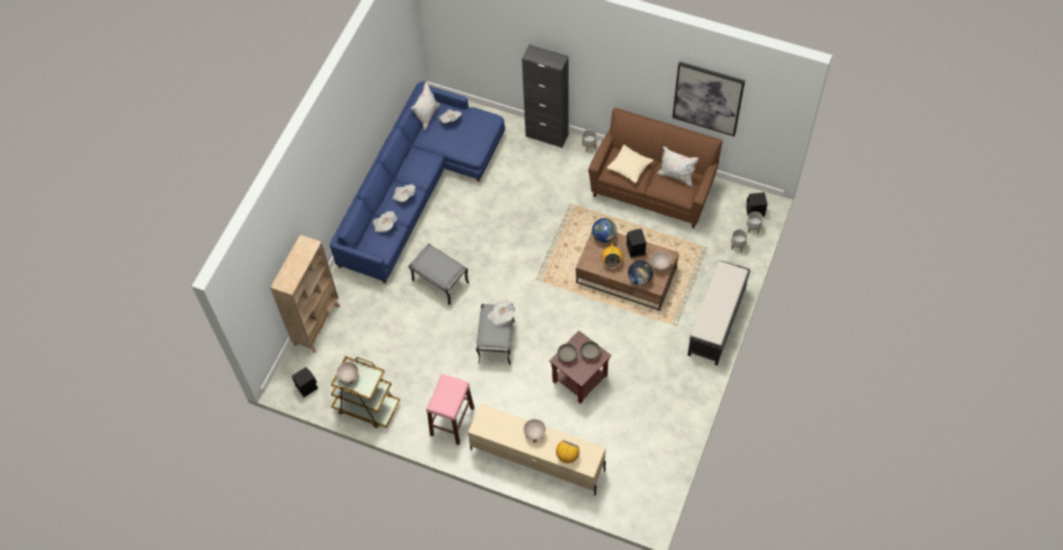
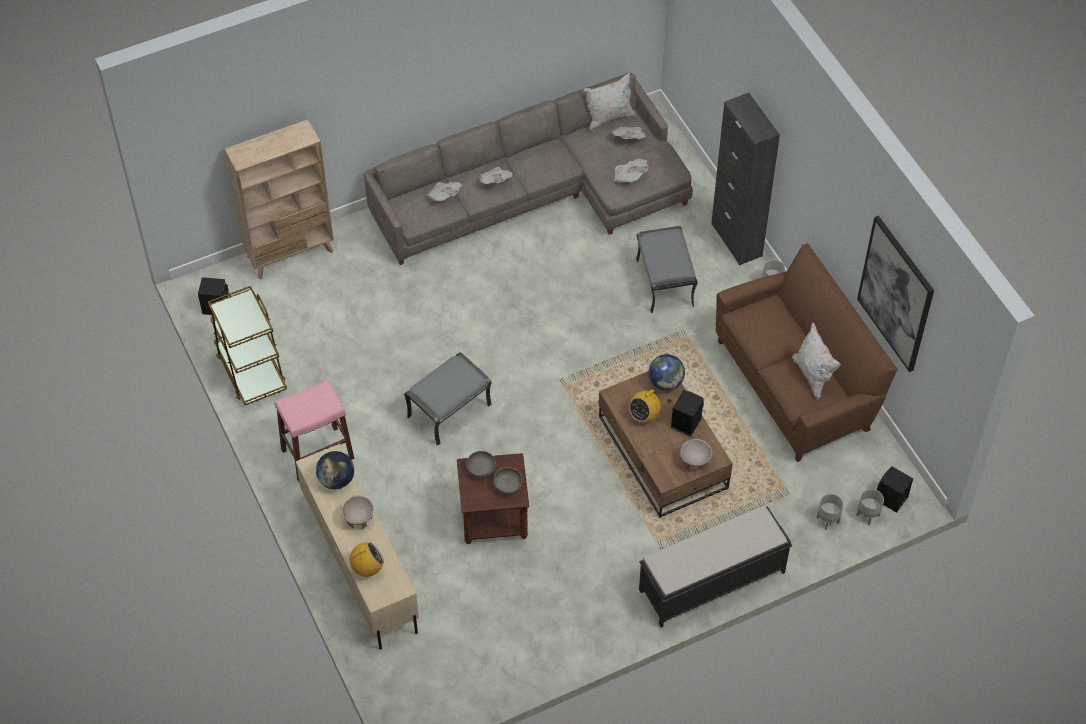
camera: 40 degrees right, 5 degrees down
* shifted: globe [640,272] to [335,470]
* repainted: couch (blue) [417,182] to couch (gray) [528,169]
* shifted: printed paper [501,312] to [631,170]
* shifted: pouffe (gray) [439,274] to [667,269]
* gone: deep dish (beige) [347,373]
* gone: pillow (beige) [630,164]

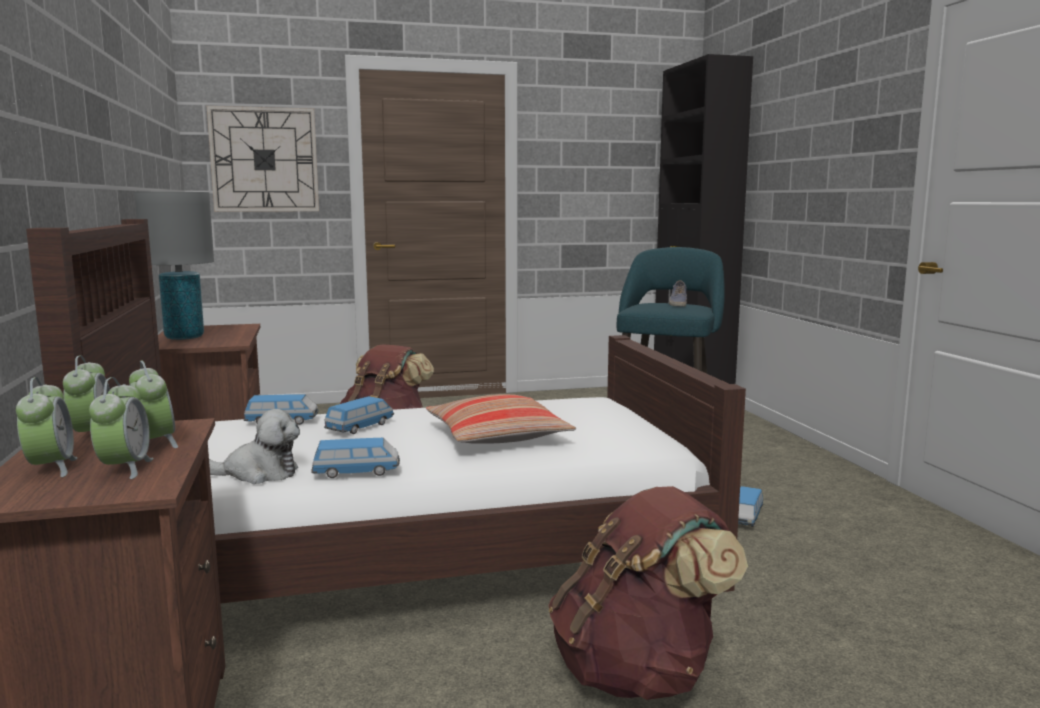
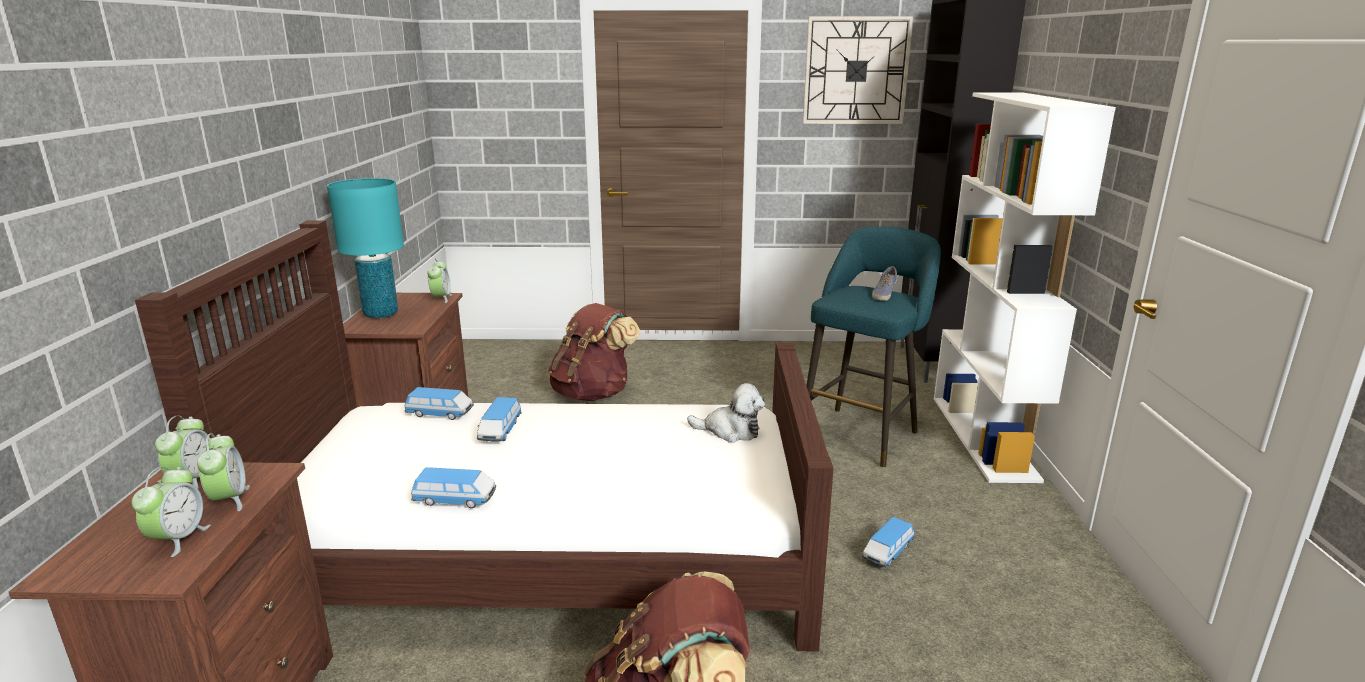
camera: 15 degrees right, 10 degrees up
* repainted: lamp for a table (gray) [174,266] to lamp for a table (turquoise-coloured) [365,248]
* shifted: table clock [47,427] to [439,280]
* rotated: miniature car [359,415] = [499,419] 135 degrees clockwise
* shifted: plush toy [254,446] to [726,413]
* shifted: wall clock [263,159] to [858,70]
* new: bookcase (white-coloured) [1025,288]
* gone: pillow [501,419]

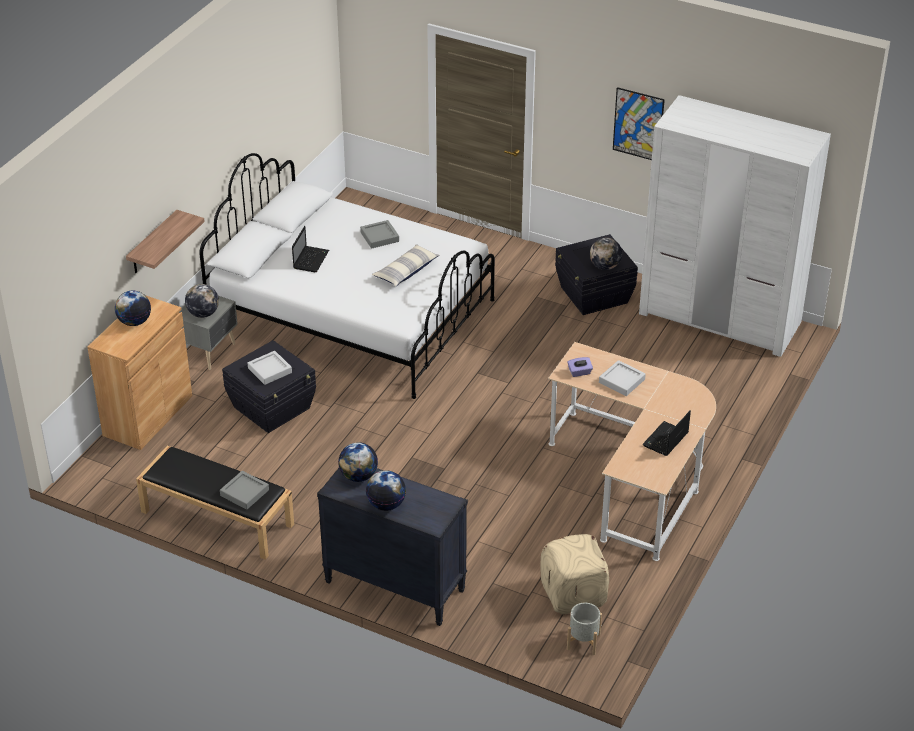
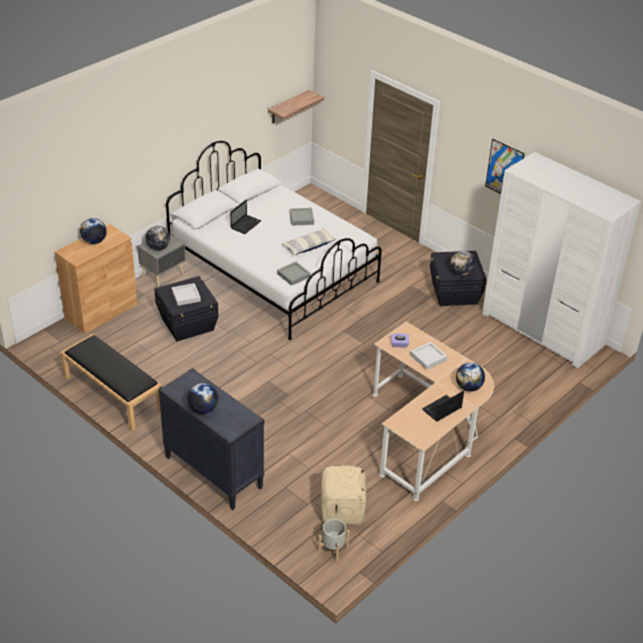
camera: 15 degrees right, 0 degrees up
* shifted: bracket shelf [165,241] to [296,106]
* shifted: tray (gray) [244,490] to [293,273]
* shifted: globe [358,462] to [470,377]

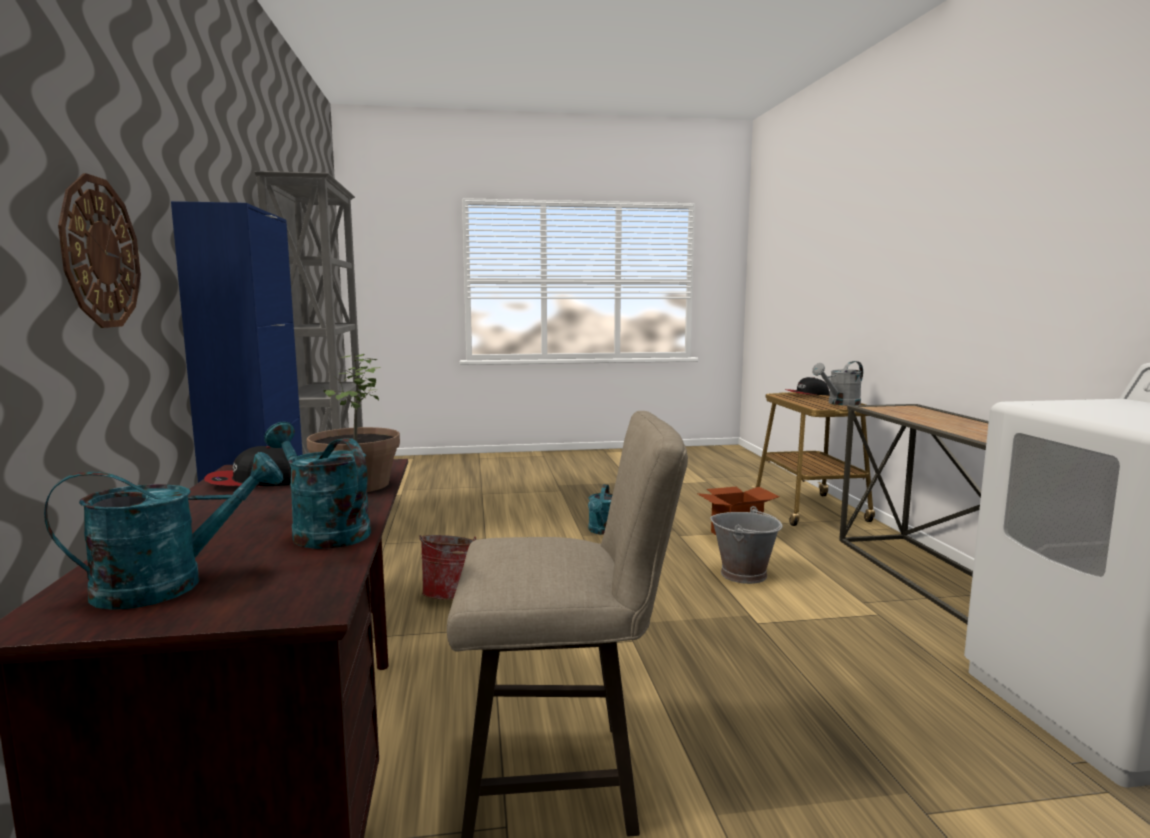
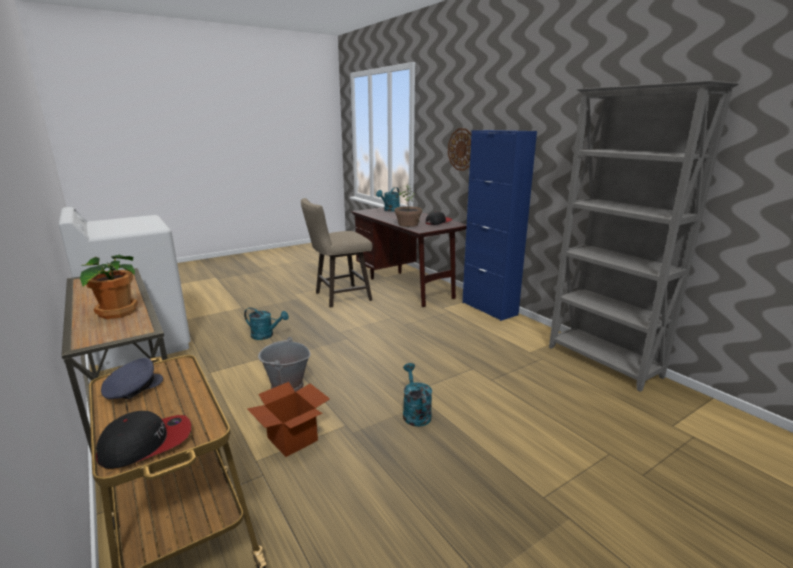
camera: 155 degrees right, 10 degrees up
* new: potted plant [109,287]
* swapped: watering pot (gray) [837,383] to baseball cap (gray) [132,378]
* shifted: watering pot (turquoise-coloured) [317,485] to [266,323]
* gone: pail [448,567]

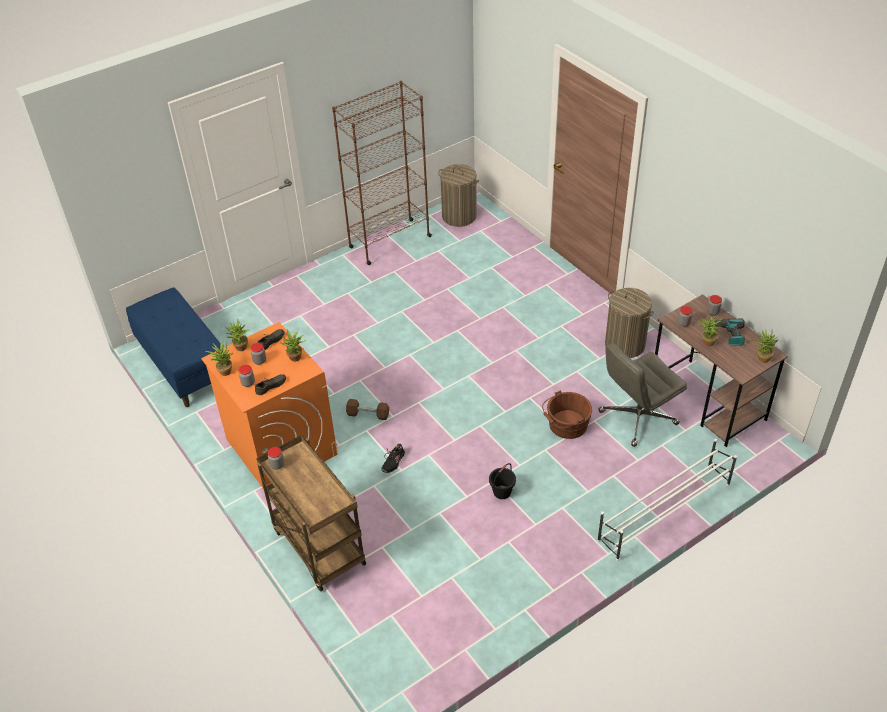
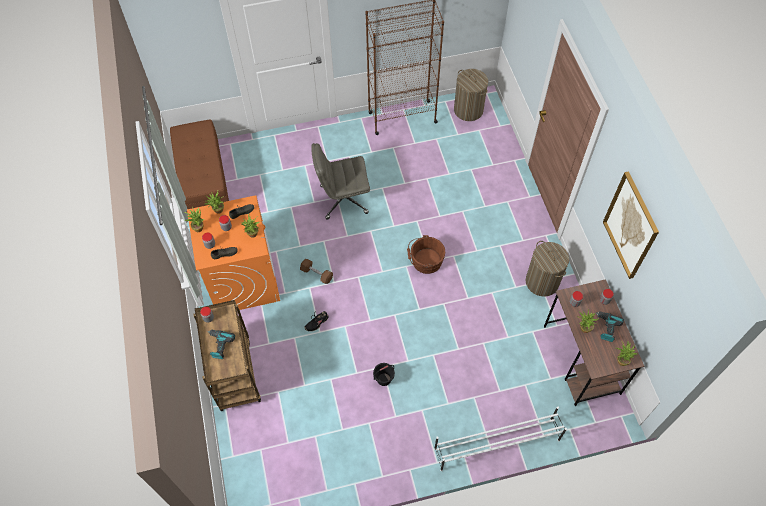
camera: 20 degrees right, 15 degrees up
* repainted: bench (blue) [173,347] to bench (brown-coloured) [199,167]
* new: power drill [221,344]
* shifted: desk chair (gray) [642,395] to [341,181]
* shifted: pail (brown-coloured) [567,414] to [426,254]
* new: wall picture [631,225]

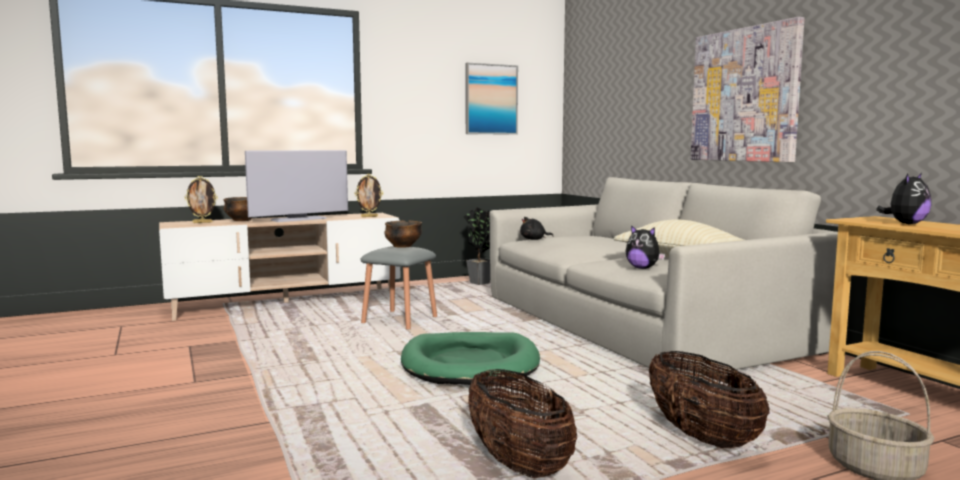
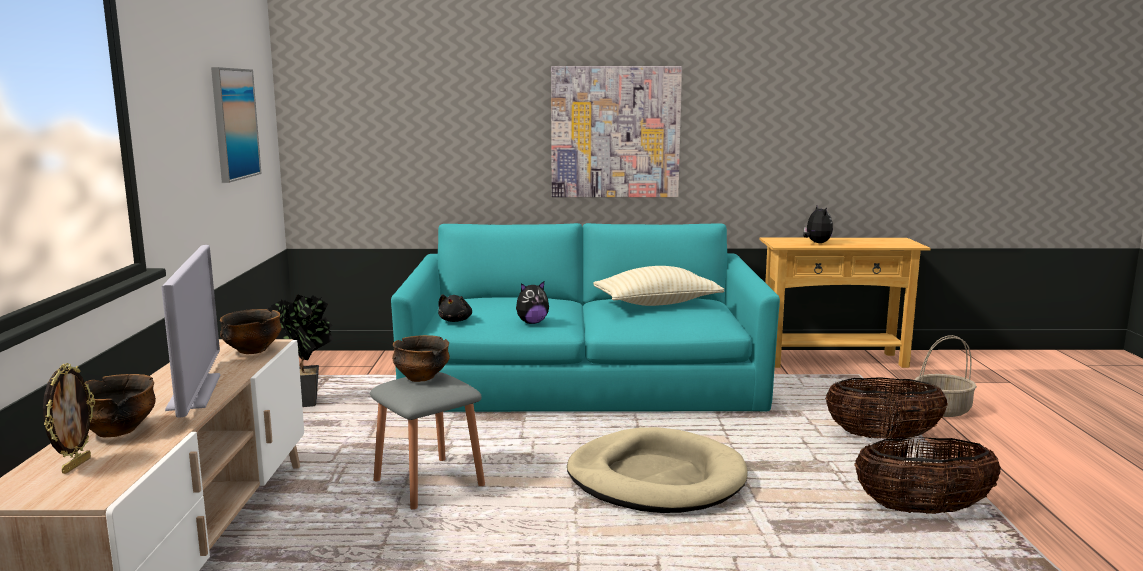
camera: 65 degrees left, 5 degrees up
* swapped: standing frame [369,195] to deep dish [251,331]
* repainted: couch (gray) [663,279] to couch (turquoise-coloured) [585,317]
* shifted: plush toy [645,247] to [532,302]
* repainted: pet bed (green) [470,358] to pet bed (beige) [657,470]

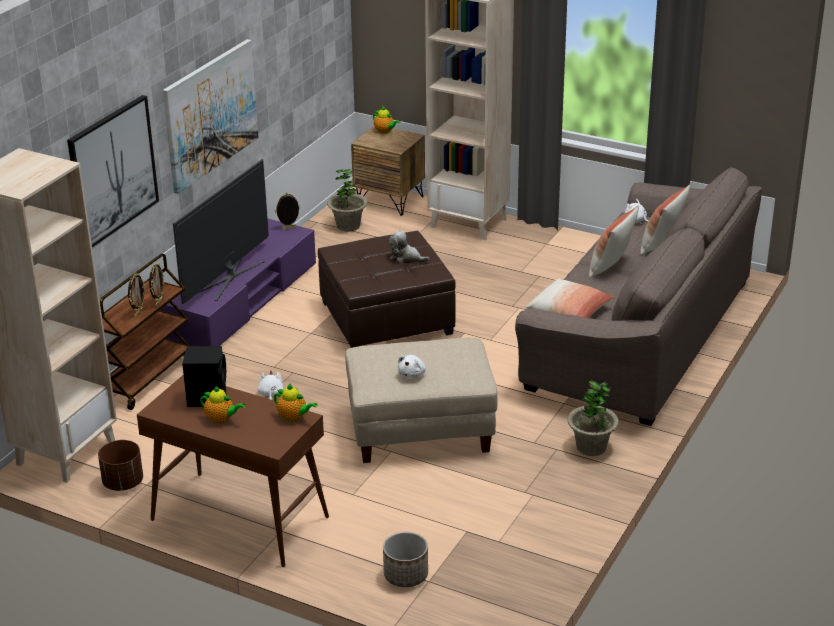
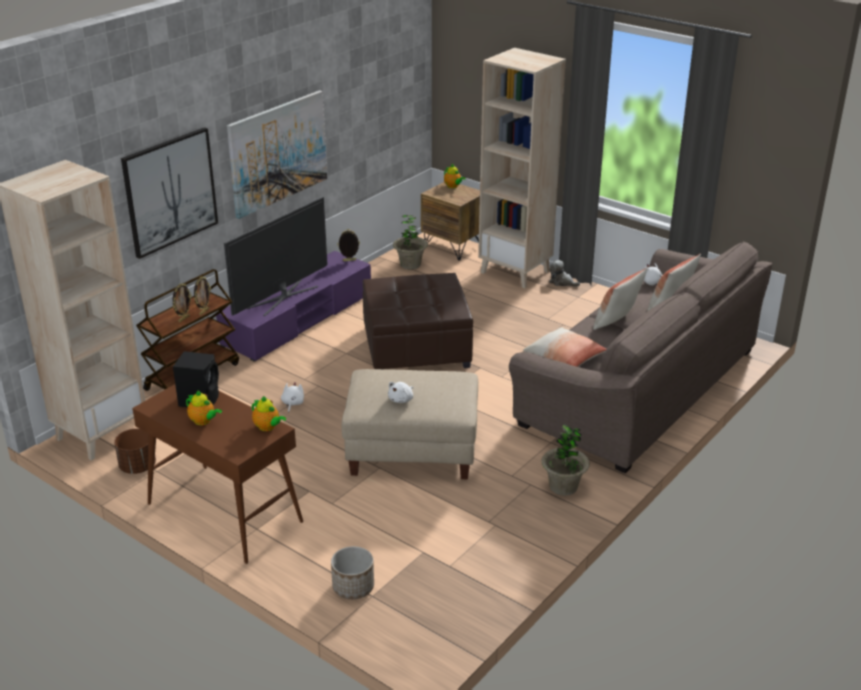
camera: 10 degrees right, 0 degrees up
* shifted: plush toy [409,247] to [564,273]

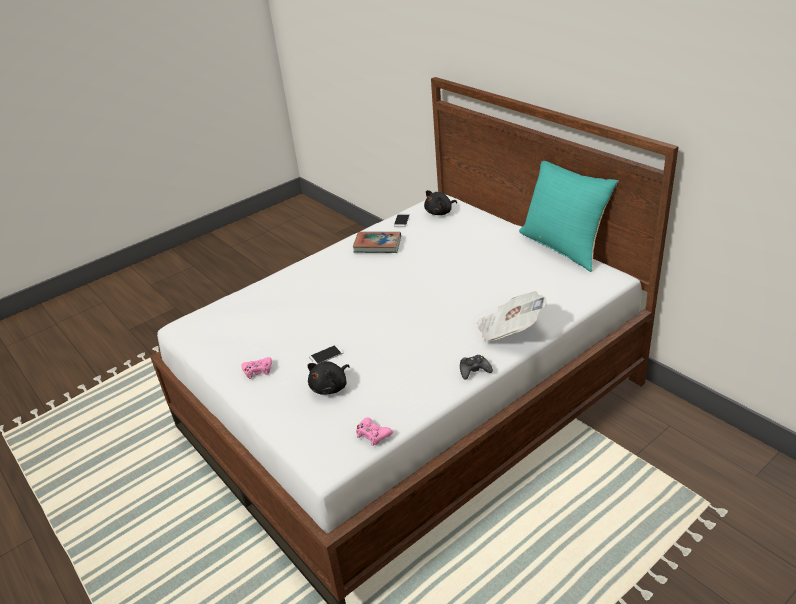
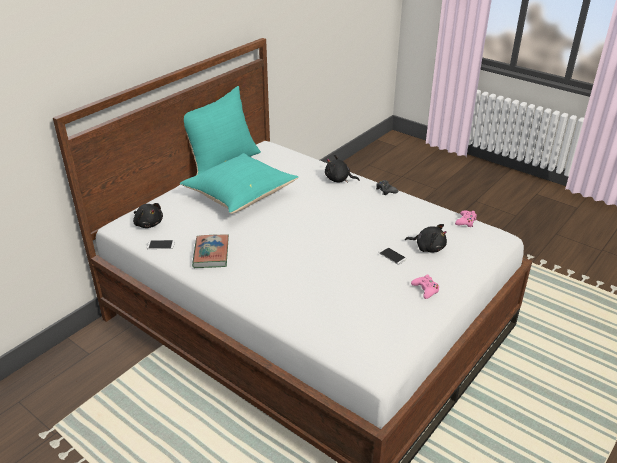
camera: 105 degrees left, 0 degrees up
* new: pillow (turquoise-coloured) [239,183]
* swapped: printed paper [512,316] to plush toy (black-coloured) [342,169]

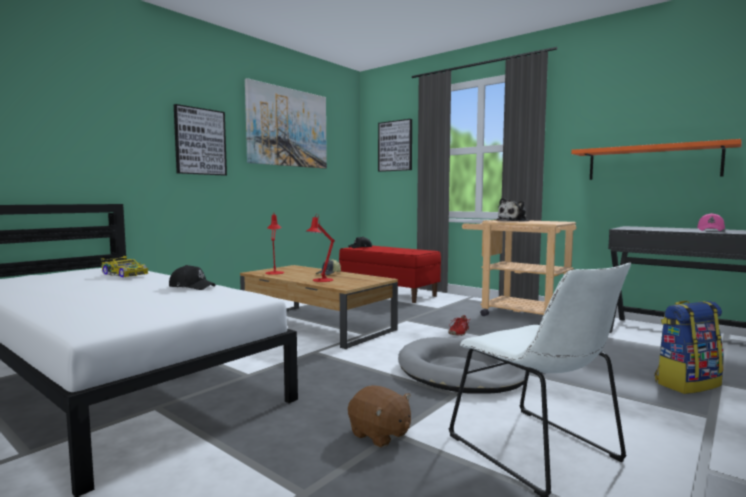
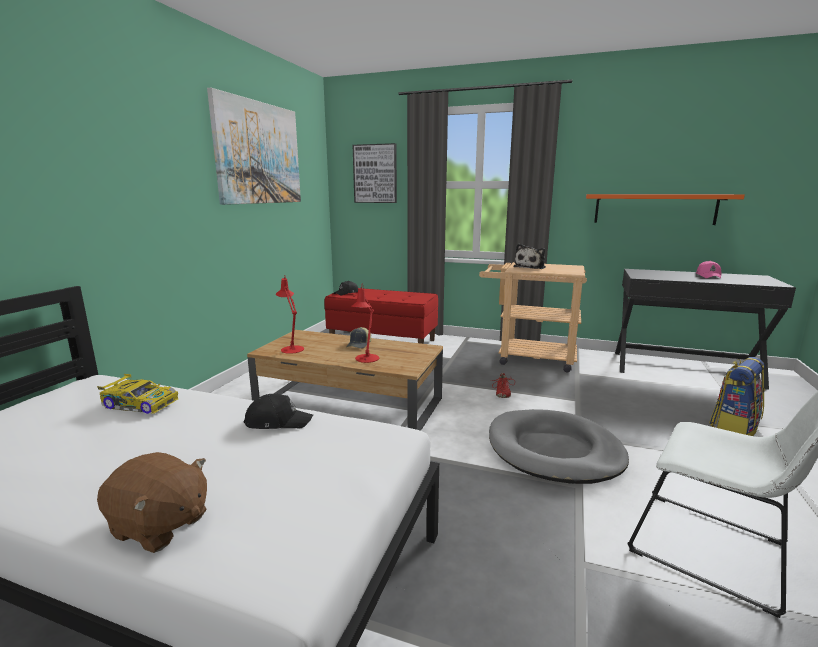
camera: 20 degrees left, 10 degrees up
* shifted: plush toy (brown-coloured) [379,416] to [152,502]
* gone: wall picture [200,140]

